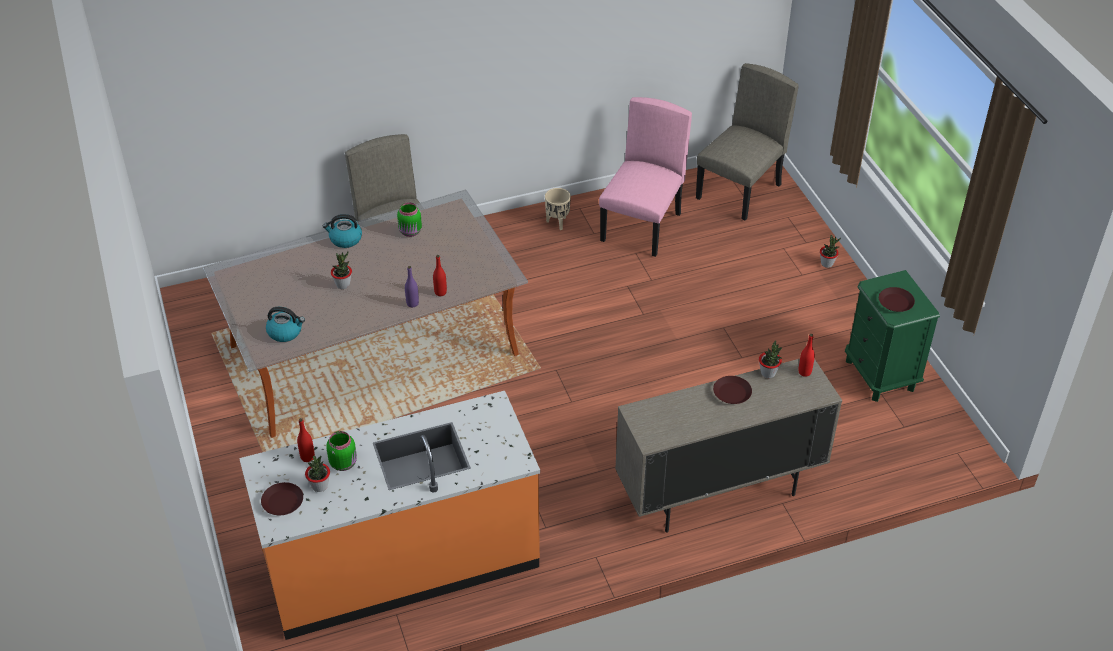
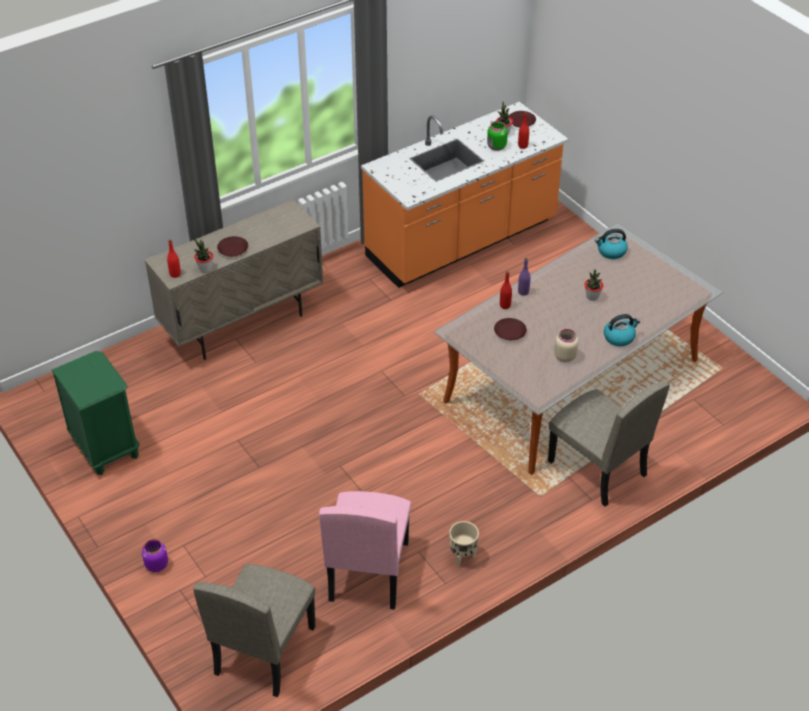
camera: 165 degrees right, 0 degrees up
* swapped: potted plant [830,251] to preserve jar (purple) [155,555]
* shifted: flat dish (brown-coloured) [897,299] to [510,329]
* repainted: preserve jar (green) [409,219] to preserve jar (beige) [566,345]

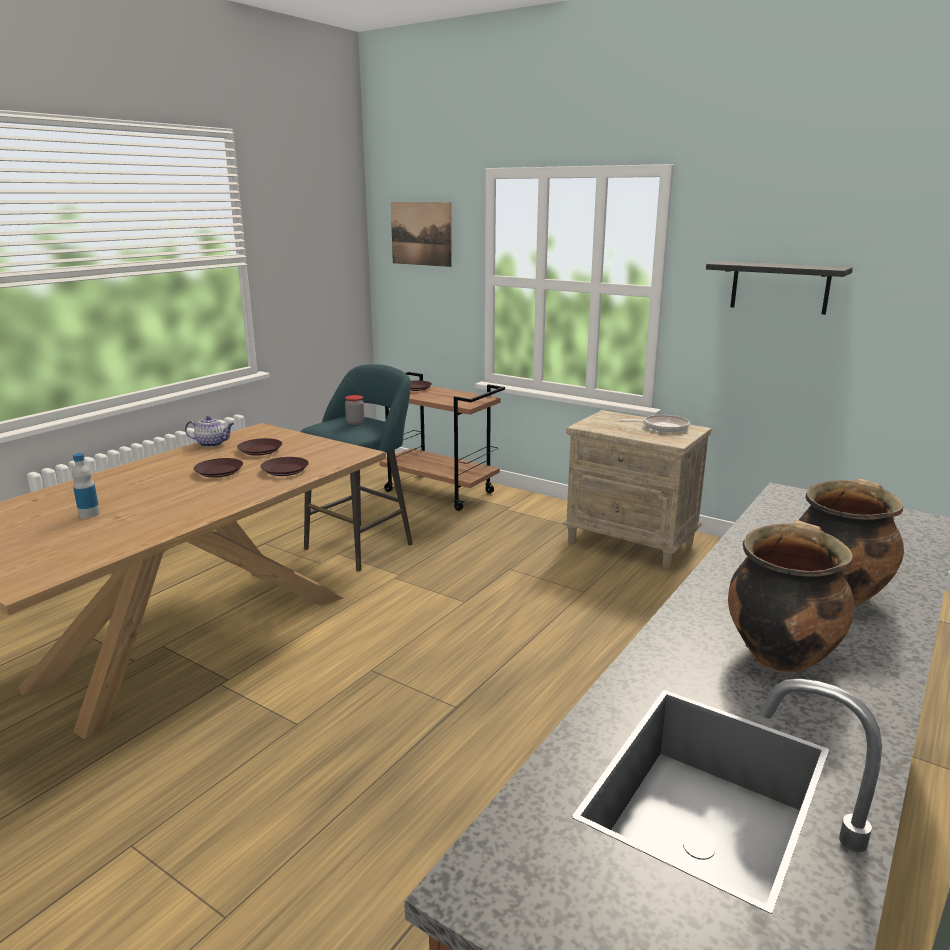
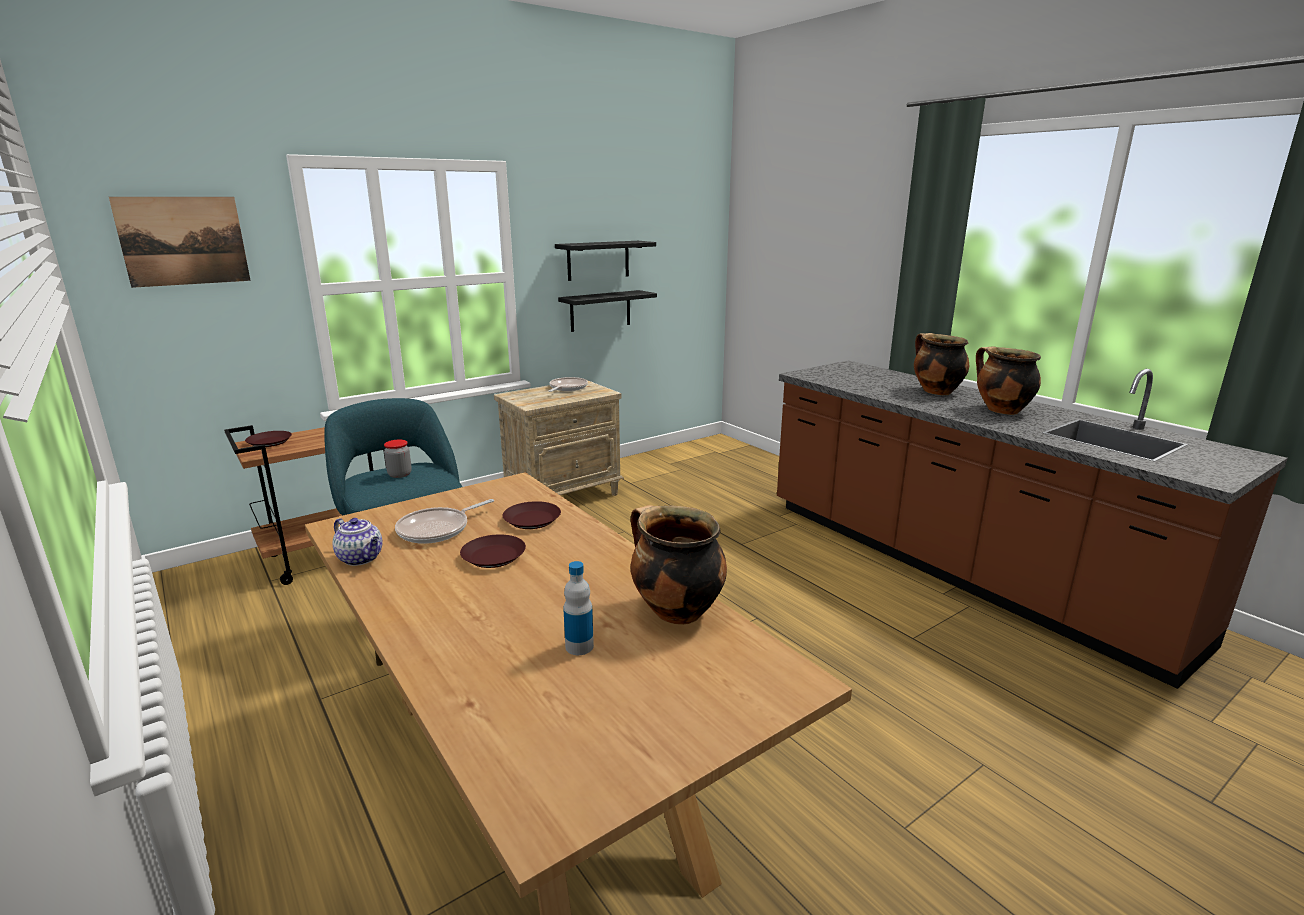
camera: 70 degrees left, 0 degrees up
* rotated: teapot [209,431] = [358,542] 105 degrees clockwise
* swapped: flat dish (brown-coloured) [259,447] to pan [444,521]
* new: bracket shelf (black-coloured) [607,311]
* new: cooking pot [679,565]

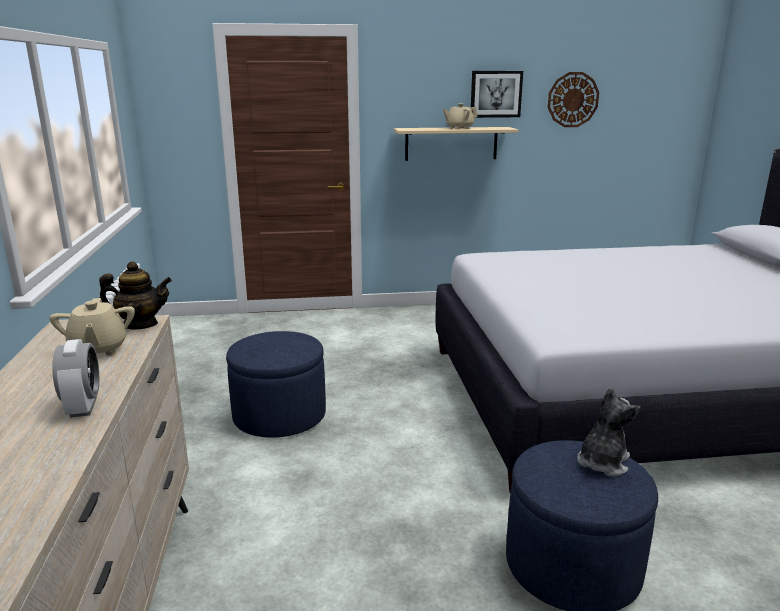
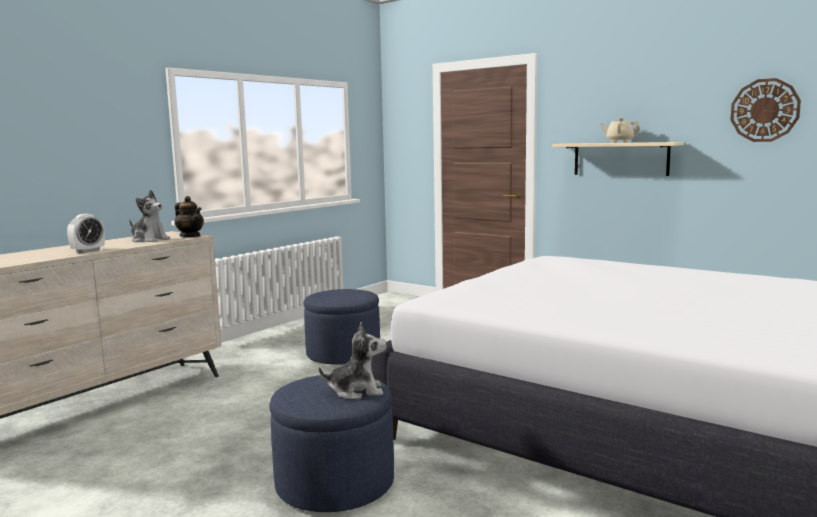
camera: 45 degrees right, 10 degrees down
* swapped: teapot (beige) [92,327] to plush toy [149,216]
* gone: wall picture [497,94]

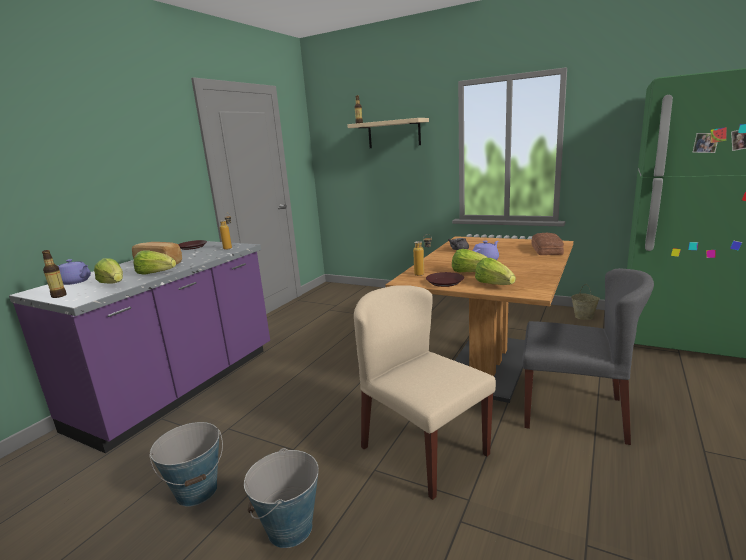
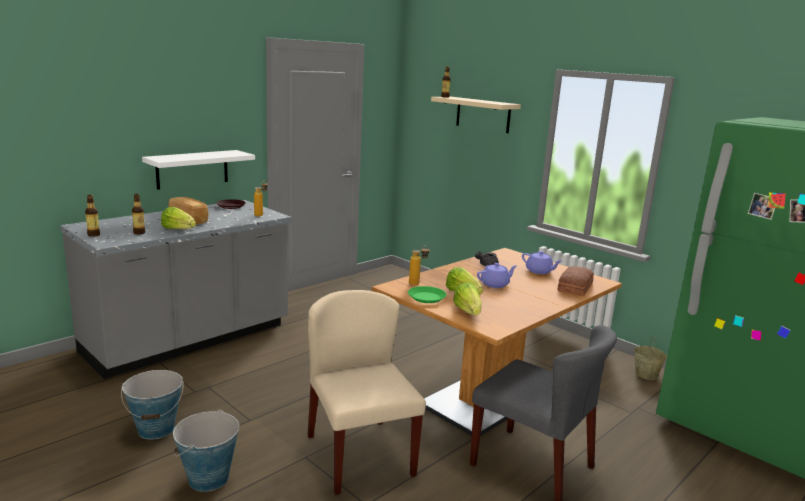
camera: 15 degrees right, 0 degrees up
* repainted: counter (purple) [139,347] to counter (gray) [175,289]
* swapped: head of lettuce [108,271] to drink bottle [138,214]
* new: bracket shelf (white-coloured) [198,170]
* repainted: flat dish (brown-coloured) [445,279] to flat dish (green) [427,294]
* shifted: teapot (purple) [74,272] to [542,262]

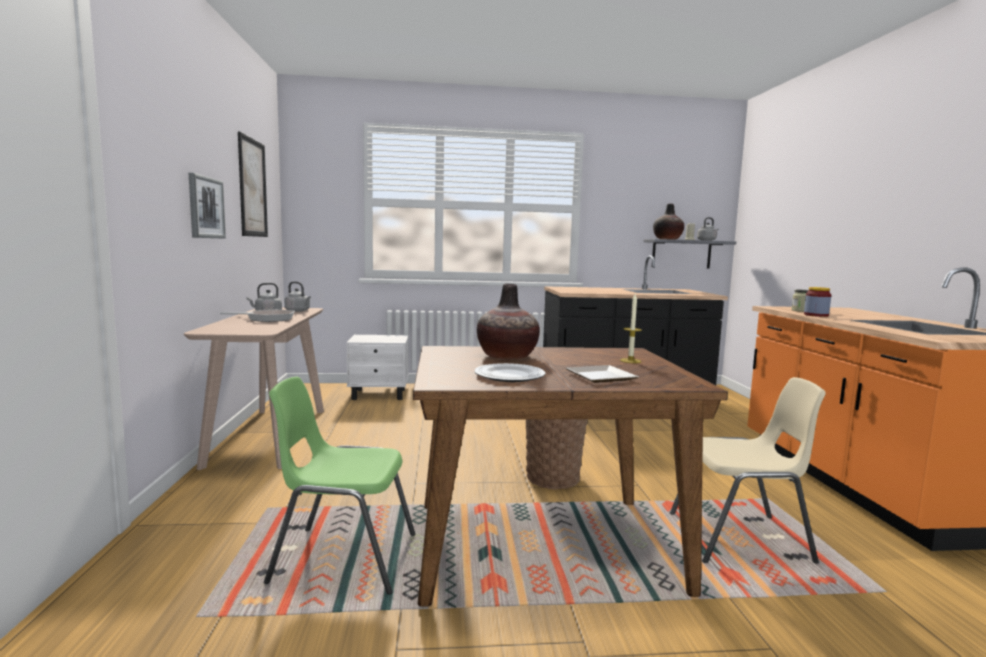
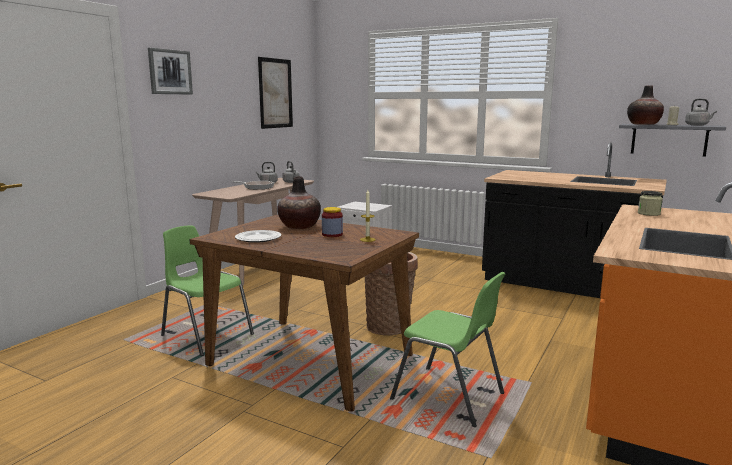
camera: 35 degrees right, 5 degrees up
* shifted: wall picture [207,206] to [170,71]
* shifted: preserve jar [817,302] to [332,222]
* repainted: upright chair (beige) [748,470] to upright chair (green) [448,349]
* gone: flat dish [602,374]

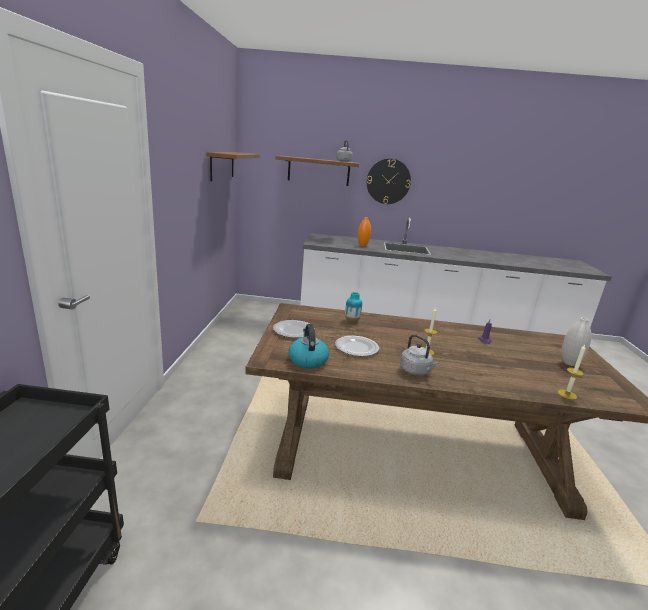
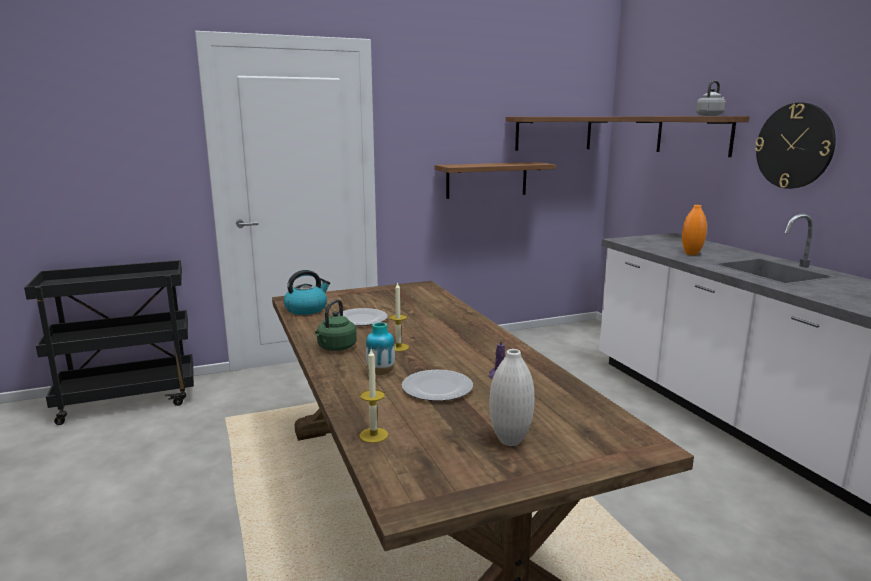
camera: 65 degrees right, 5 degrees down
* repainted: water kettle (gray) [419,354] to water kettle (green) [336,325]
* shifted: vase [353,307] to [380,348]
* shifted: flat dish [294,329] to [437,385]
* new: bracket shelf [495,180]

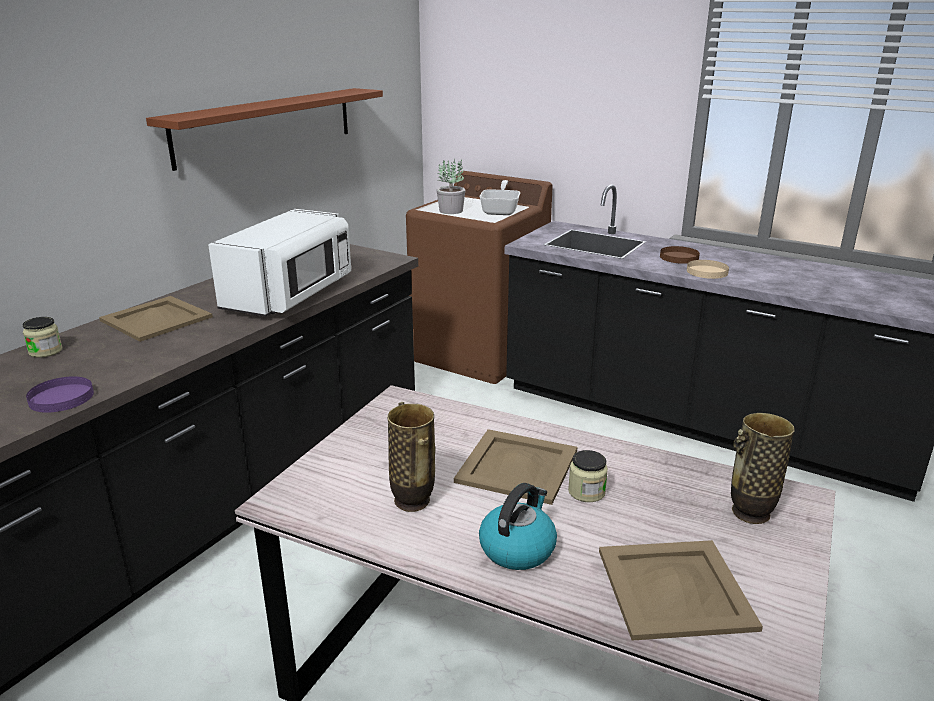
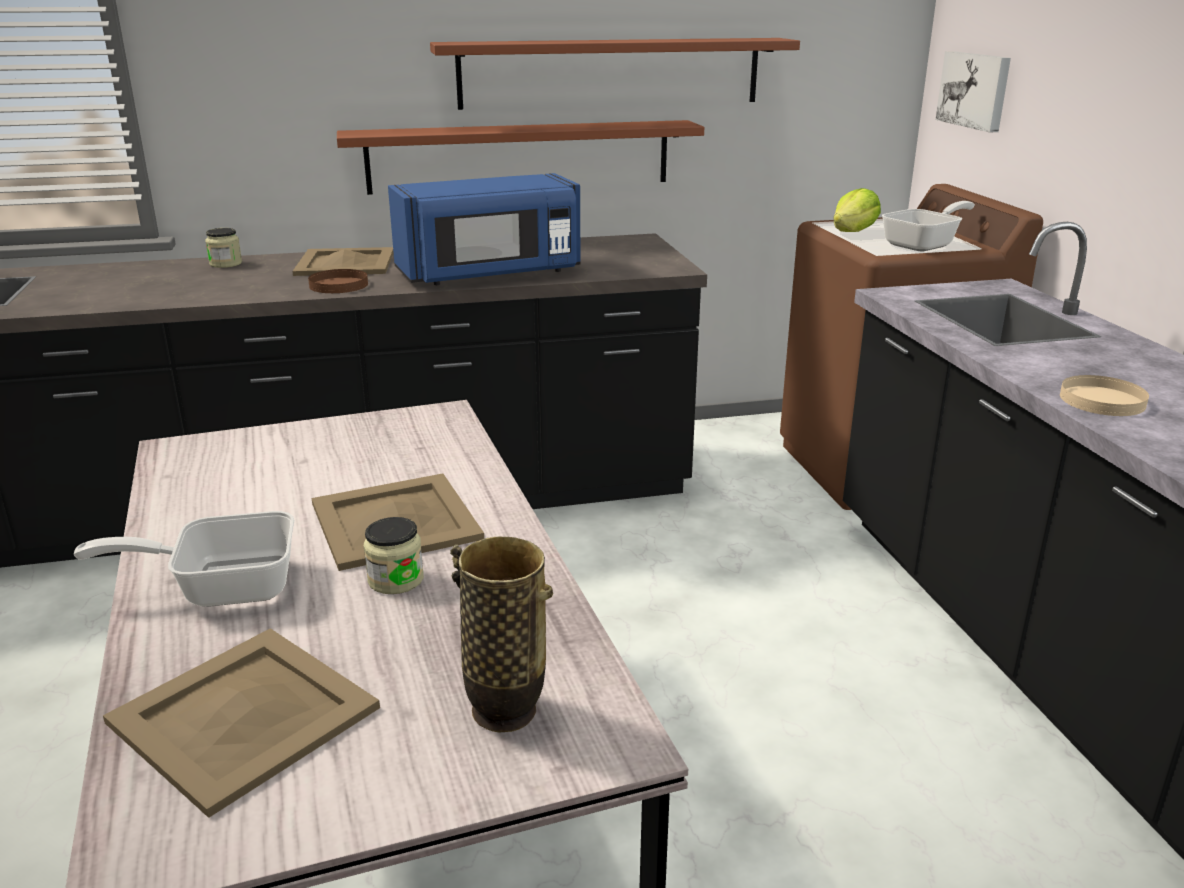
camera: 45 degrees right, 0 degrees up
* swapped: water kettle [518,526] to pan [184,559]
* shifted: flat dish (brown-coloured) [680,255] to [338,281]
* new: bracket shelf (brown-coloured) [520,157]
* repainted: microwave oven (white-coloured) [279,263] to microwave oven (blue) [484,229]
* swapped: potted plant [451,186] to head of lettuce [857,210]
* new: wall picture [973,91]
* gone: flat dish (purple) [60,394]
* gone: vase [411,457]

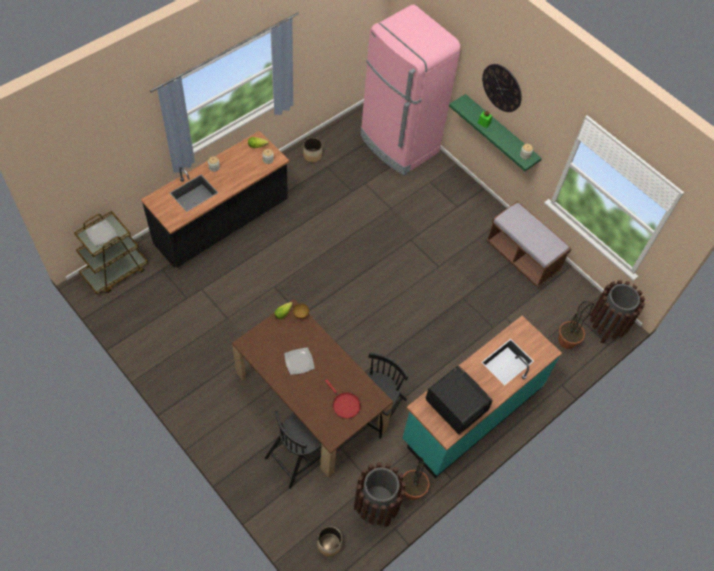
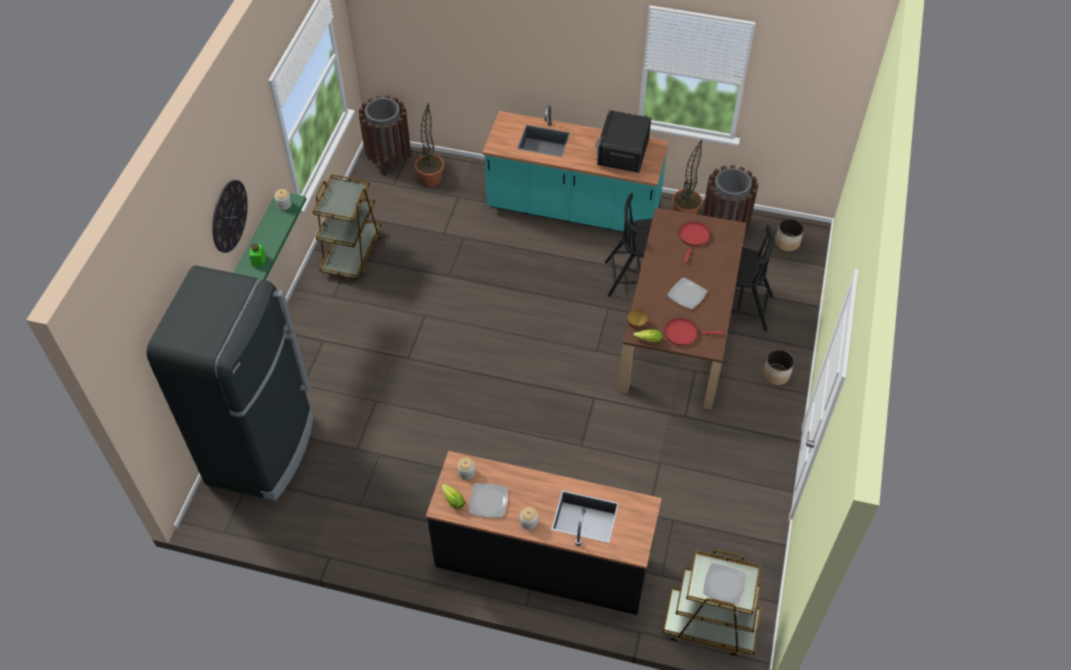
camera: 120 degrees left, 5 degrees down
* repainted: refrigerator (pinkish) [410,90] to refrigerator (black-coloured) [230,383]
* swapped: bench (brown-coloured) [529,244] to cart (brown-coloured) [347,226]
* new: flat dish [488,500]
* new: pan (reddish) [693,332]
* shifted: plant pot [312,150] to [778,367]

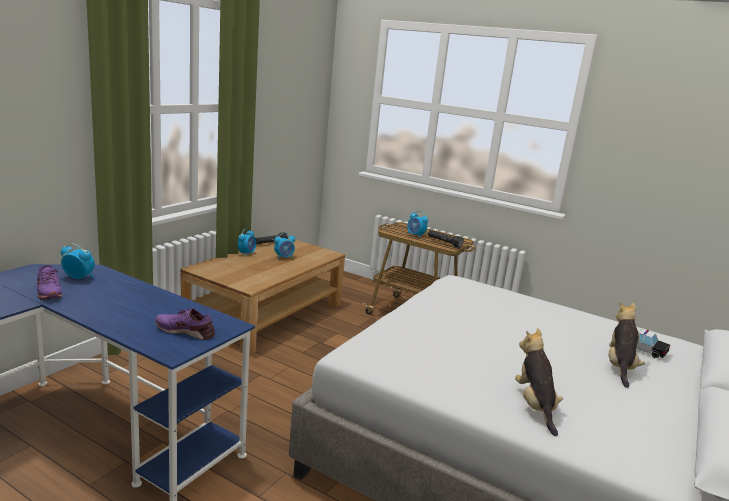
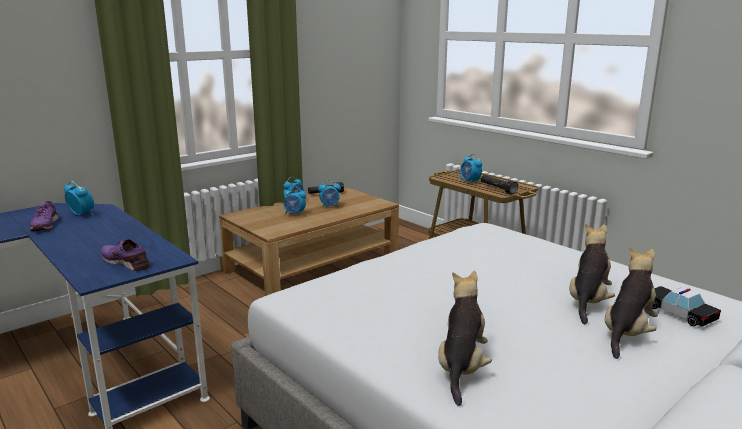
camera: 20 degrees right, 0 degrees up
* new: table clock [294,201]
* new: plush toy [592,274]

